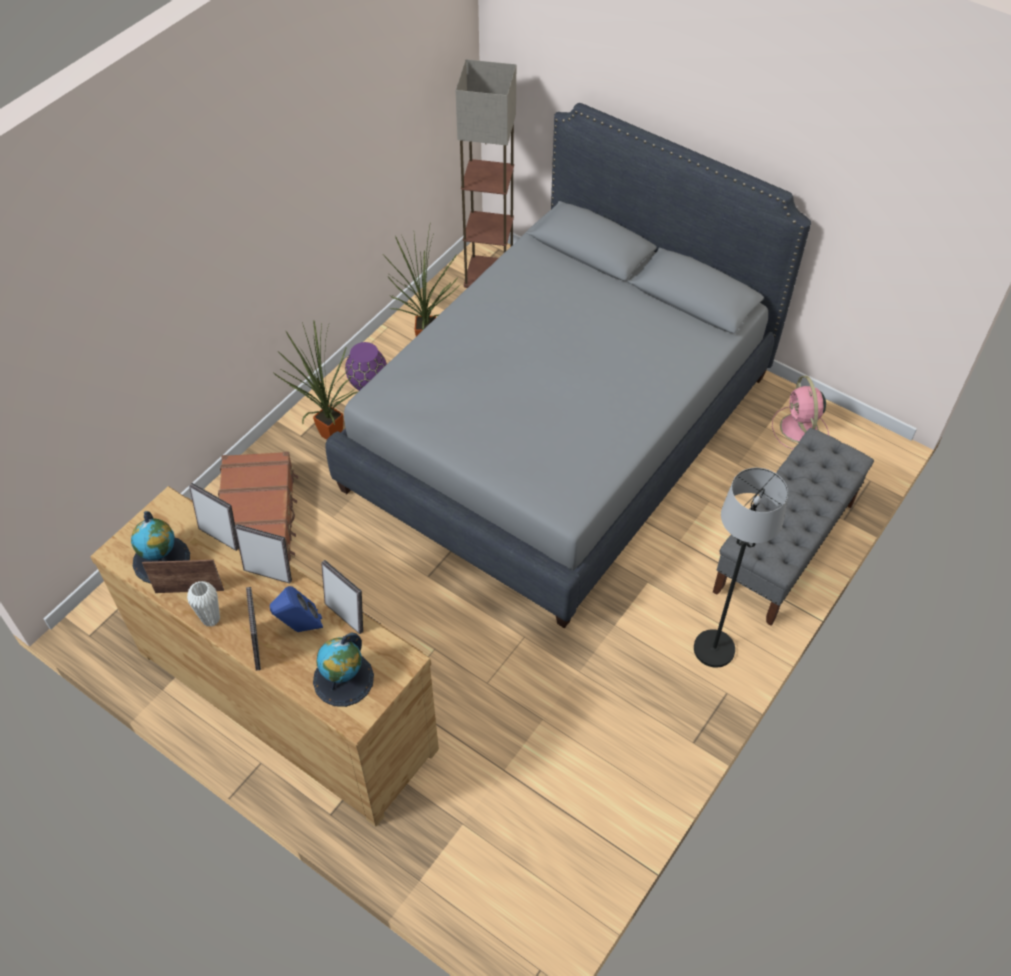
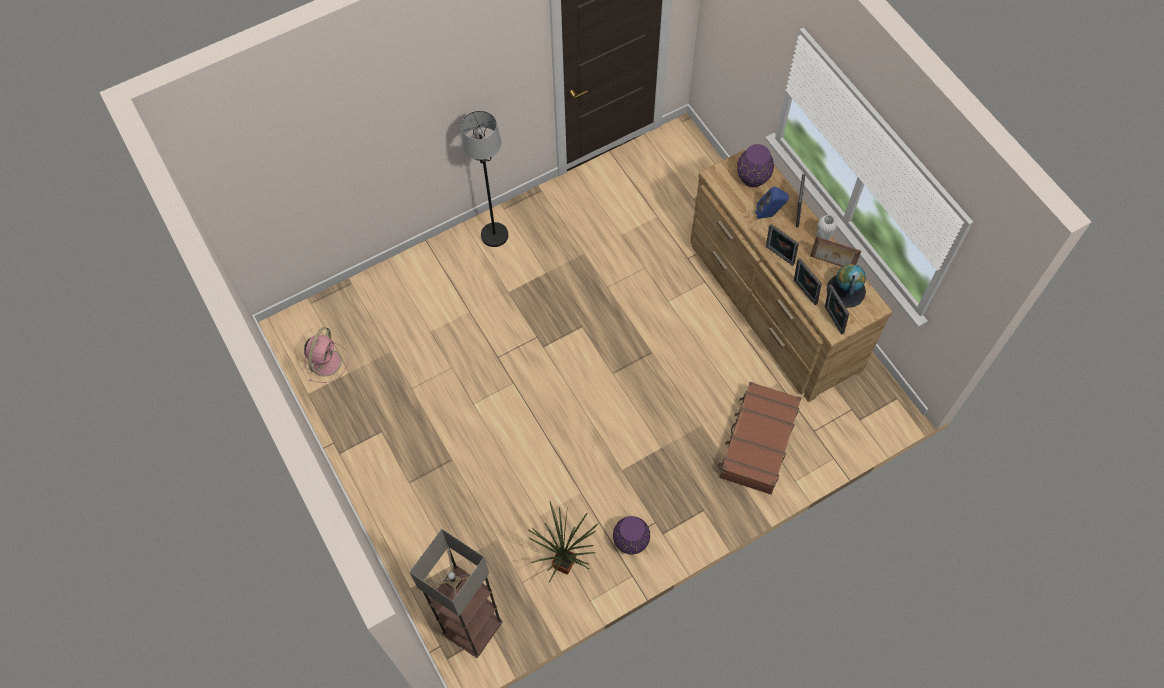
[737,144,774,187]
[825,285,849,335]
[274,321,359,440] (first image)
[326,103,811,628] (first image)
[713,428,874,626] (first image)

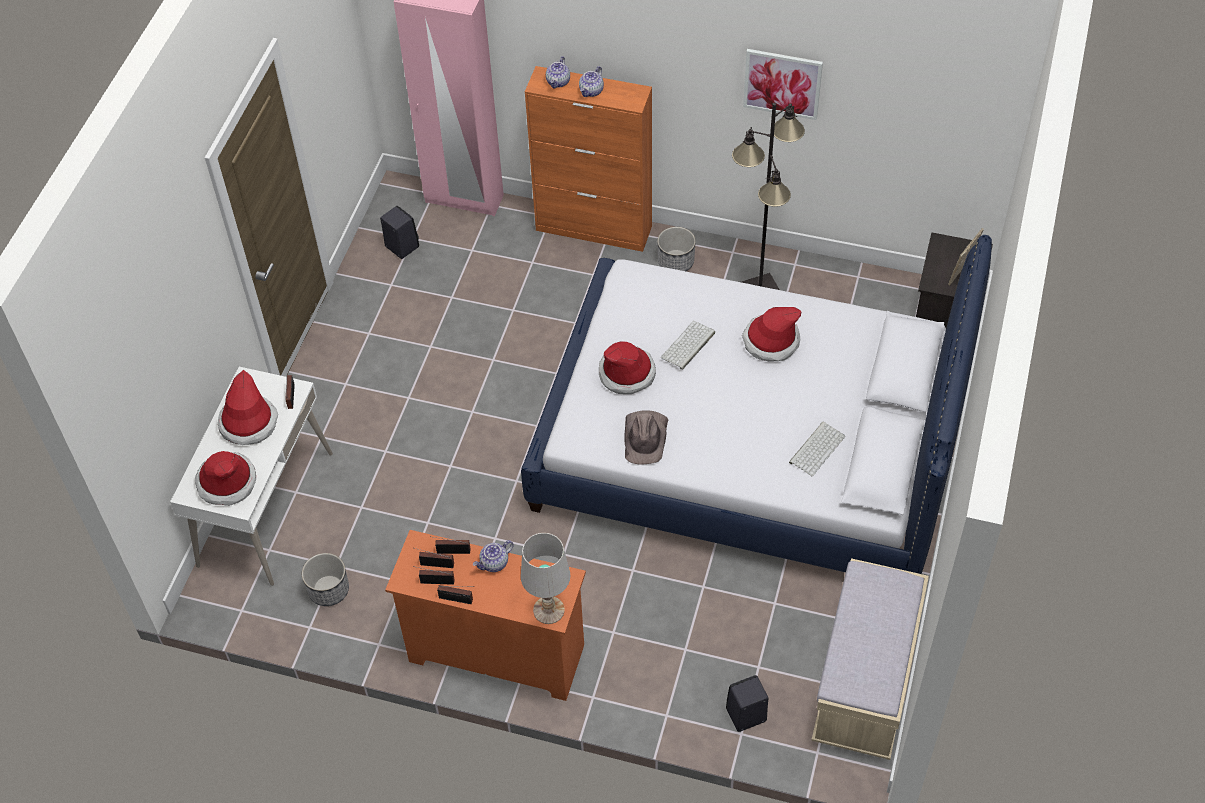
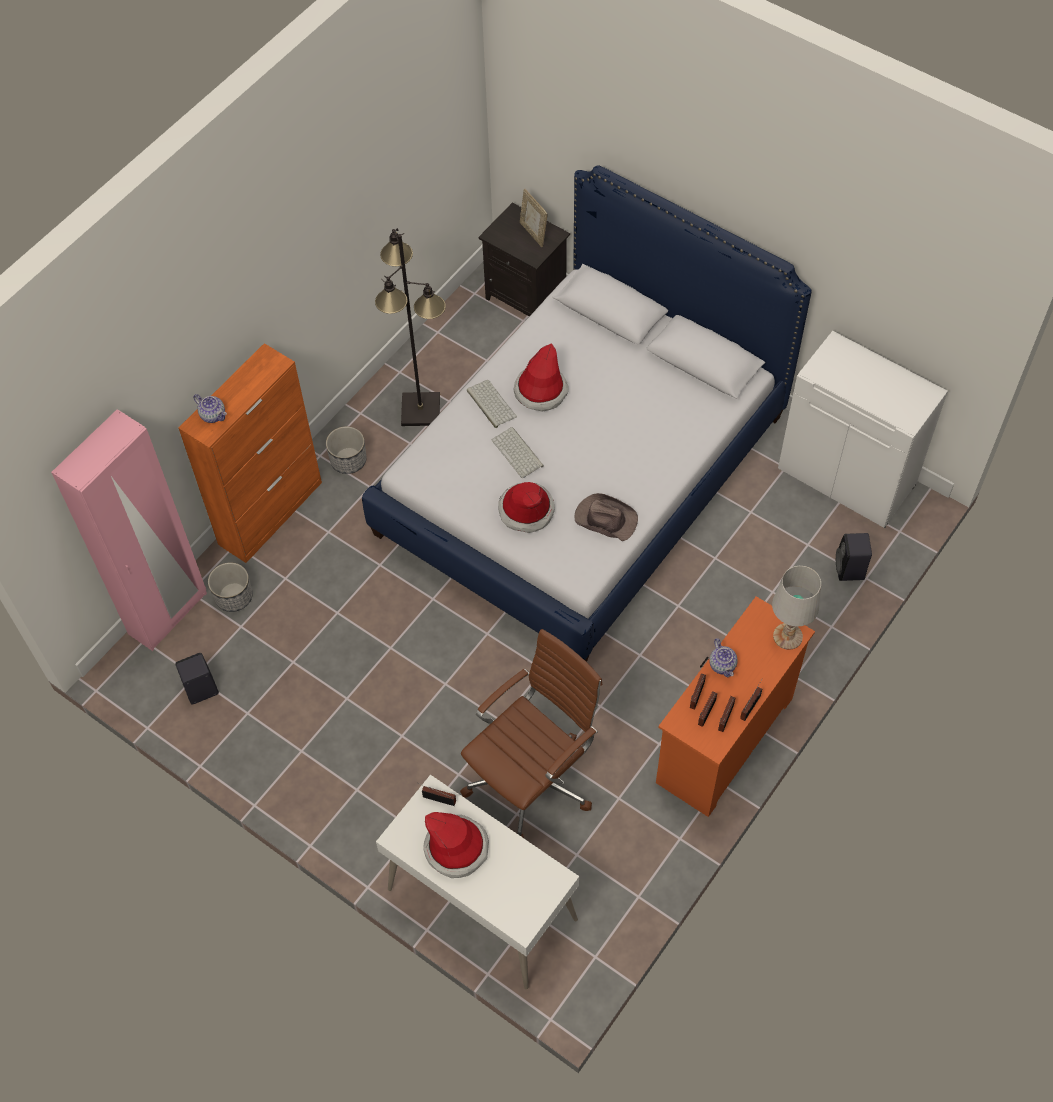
[208,562,253,612]
[460,629,603,838]
[467,380,517,428]
[778,331,948,528]
[195,451,256,506] (first image)
[579,66,604,97] (first image)
[743,49,823,120] (first image)

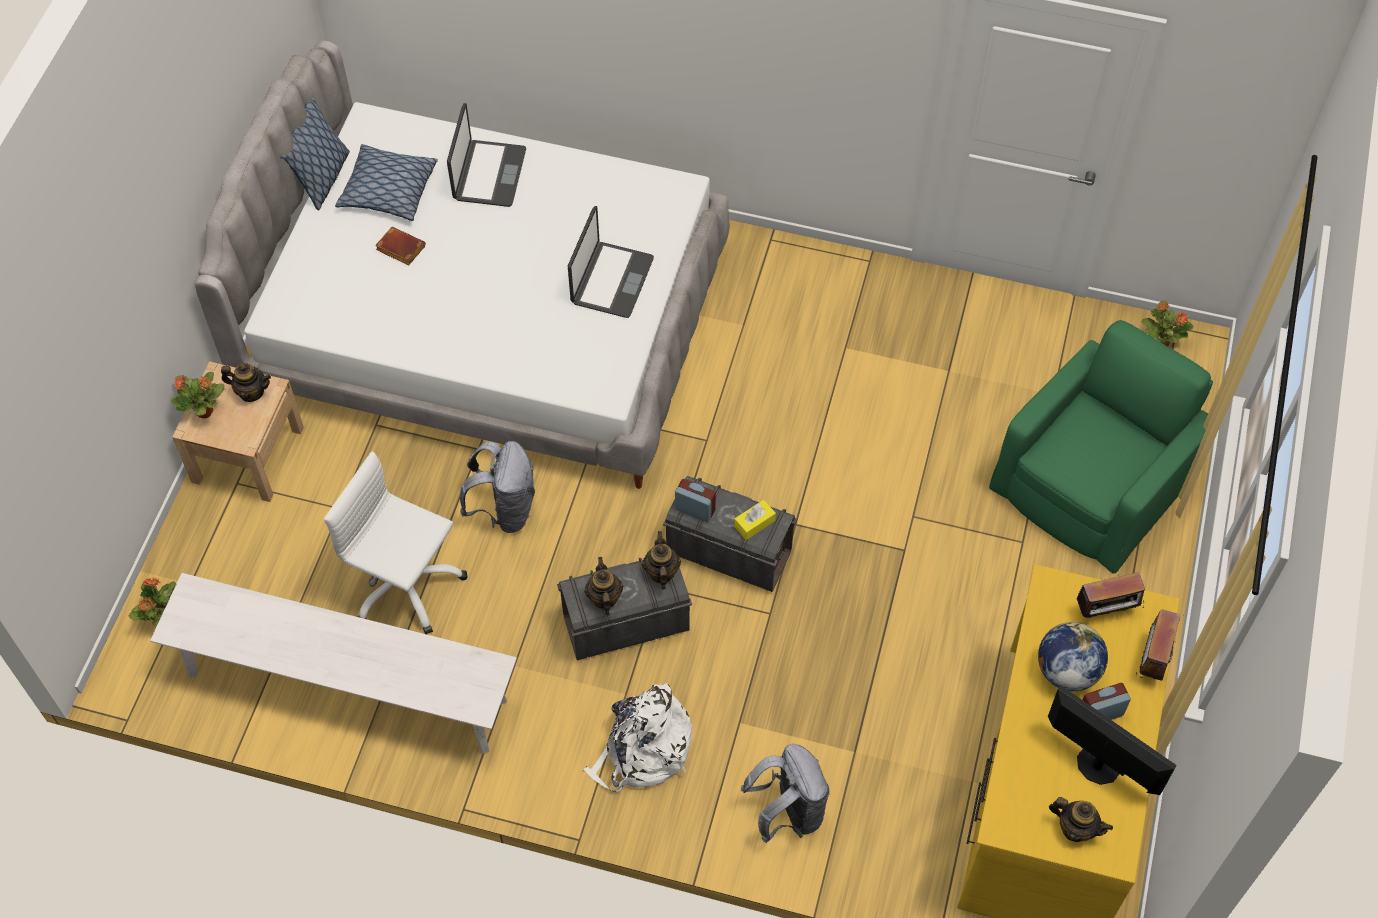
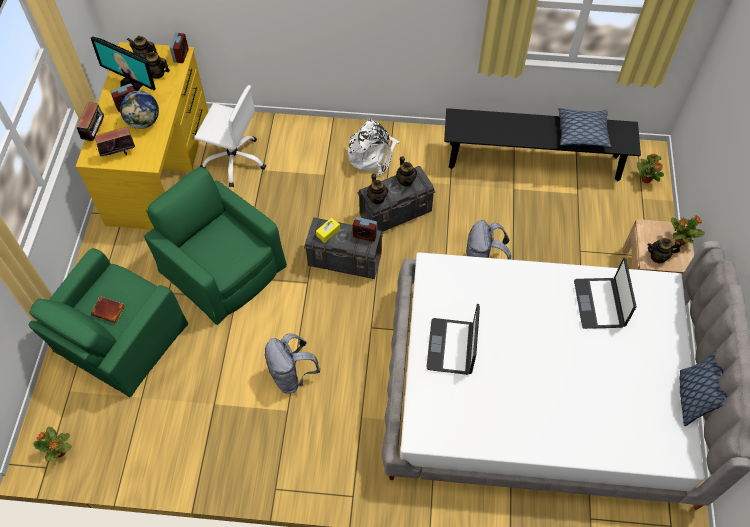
[91,296,125,323]
[139,51,170,79]
[144,167,287,325]
[170,33,189,63]
[194,85,266,187]
[265,333,320,394]
[444,108,641,181]
[558,108,611,148]
[574,258,636,329]

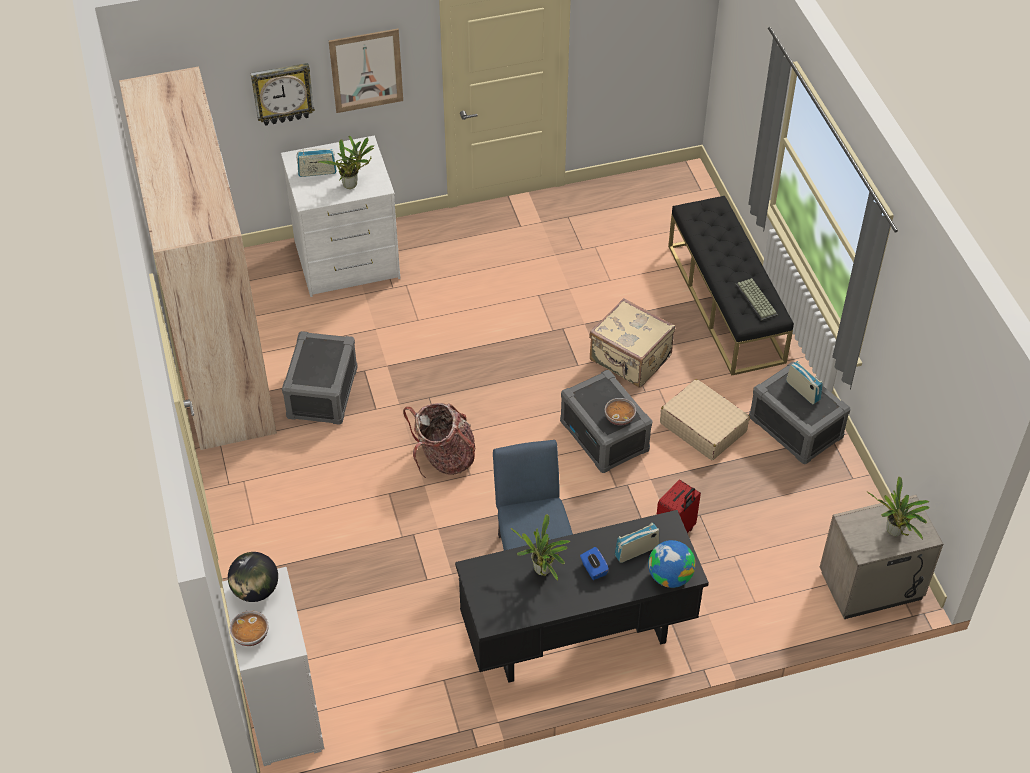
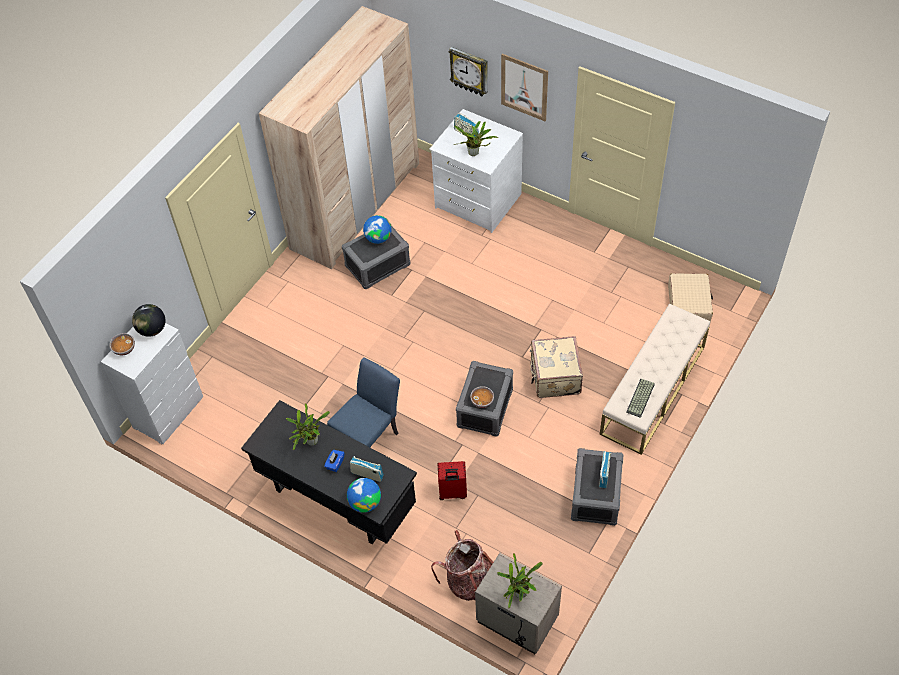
[363,215,391,244]
[431,530,494,601]
[600,304,710,455]
[668,273,713,322]

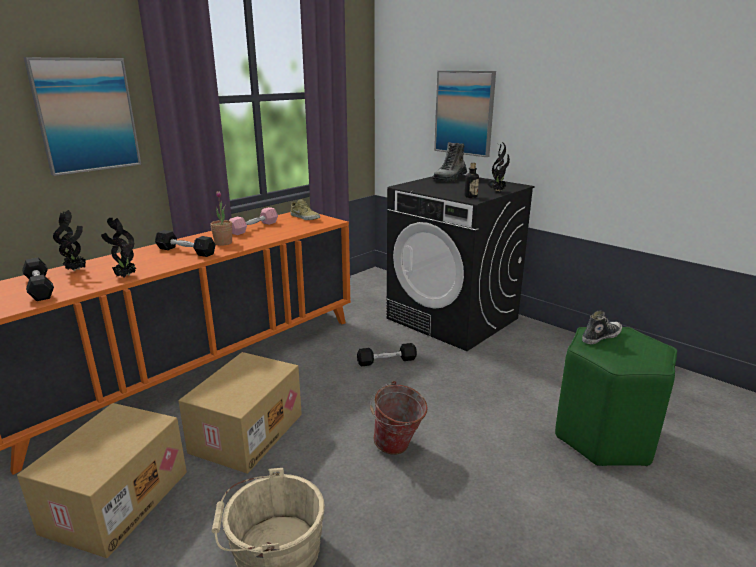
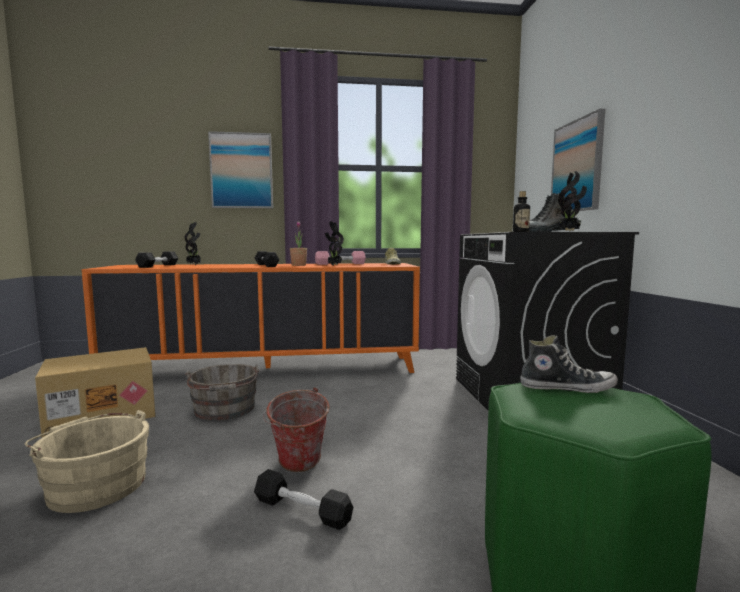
[185,364,259,421]
[254,469,353,530]
[325,221,344,265]

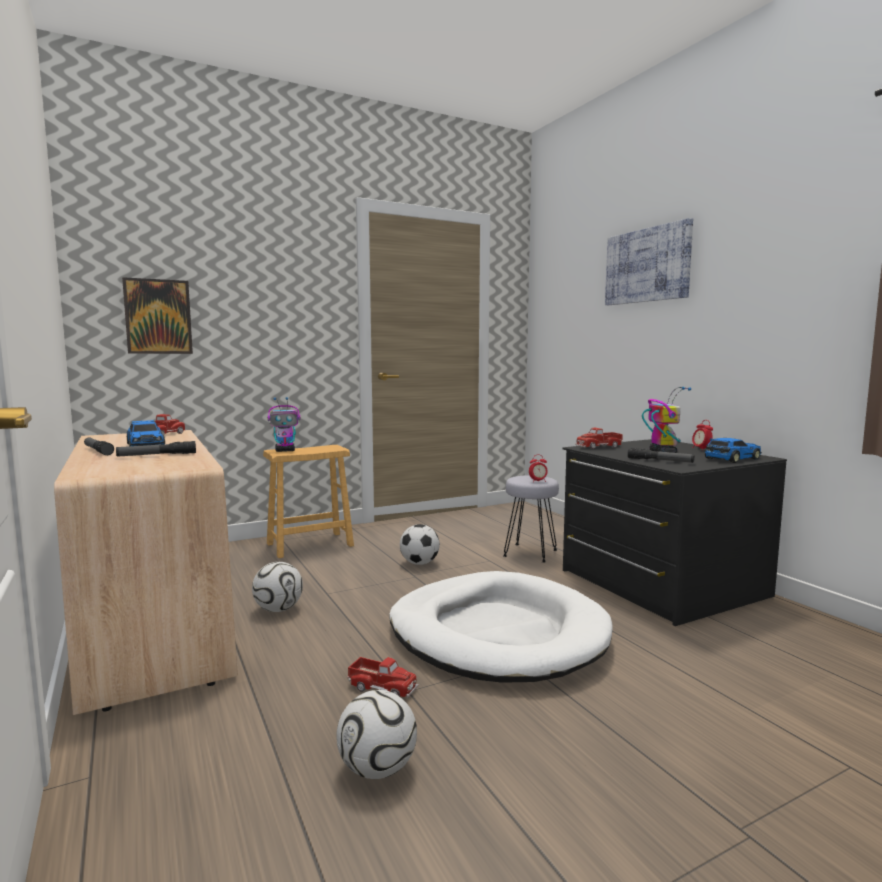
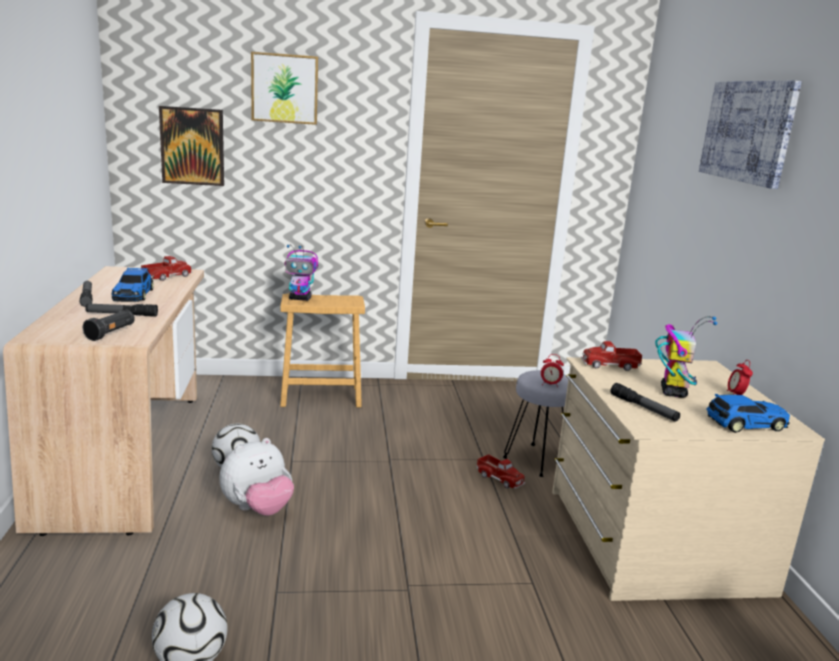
[82,310,135,341]
[219,438,294,516]
[251,52,318,125]
[476,454,526,489]
[552,357,825,601]
[389,571,613,683] (first image)
[400,524,440,565] (first image)

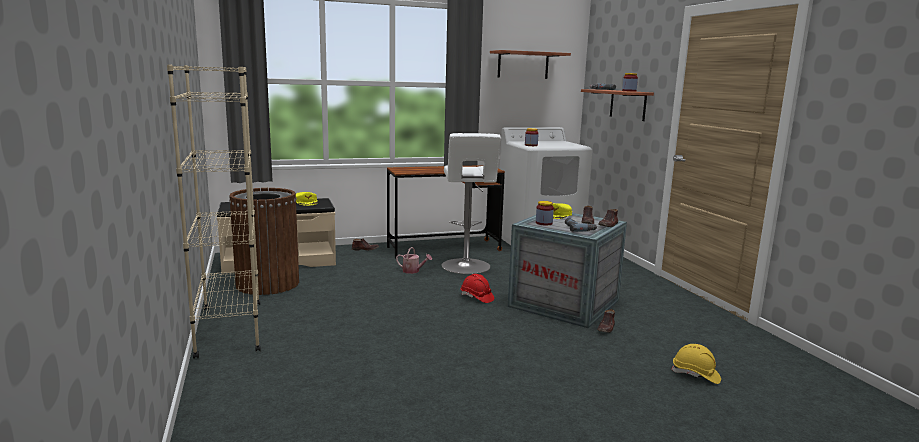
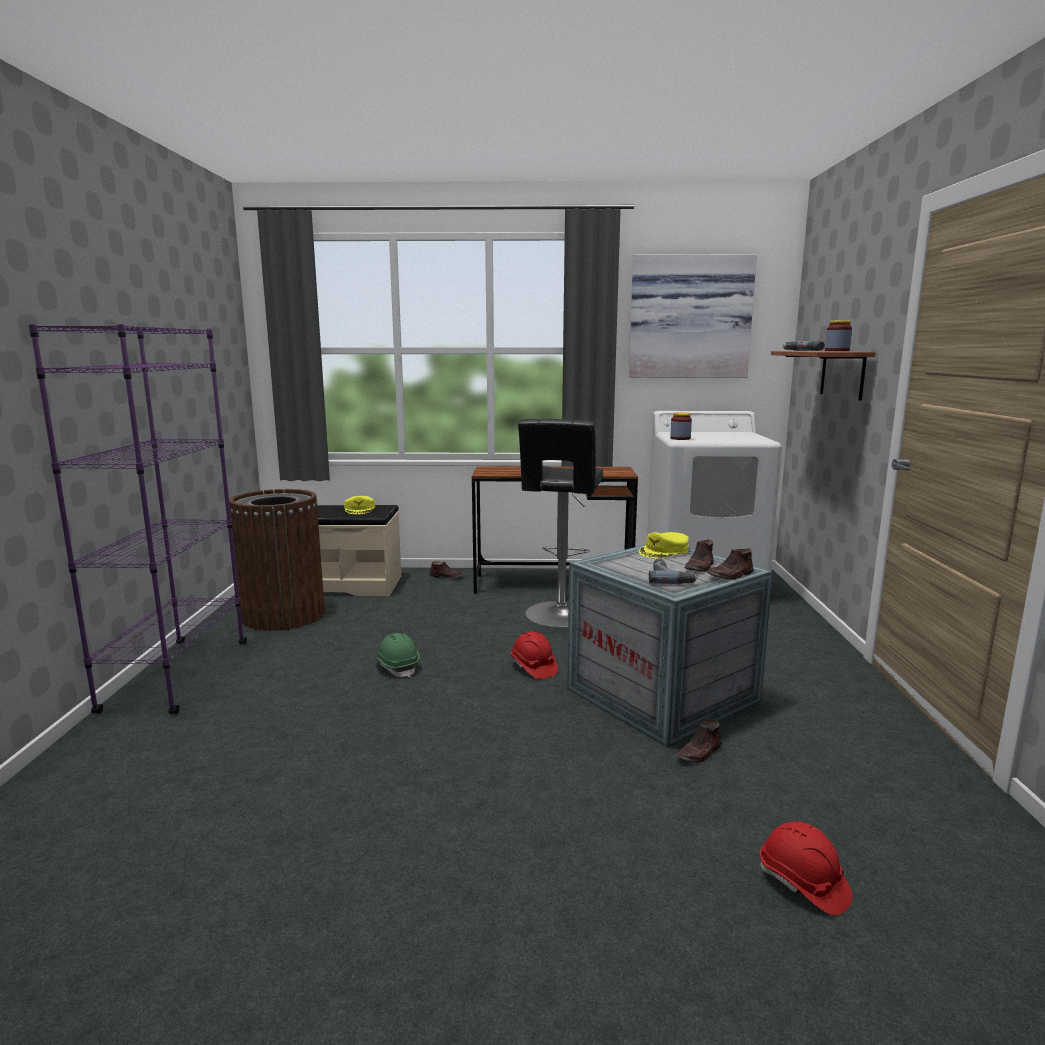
[28,324,247,714]
[375,633,420,678]
[518,419,603,628]
[629,254,757,378]
[760,821,853,916]
[396,247,432,274] (first image)
[536,201,554,226] (first image)

